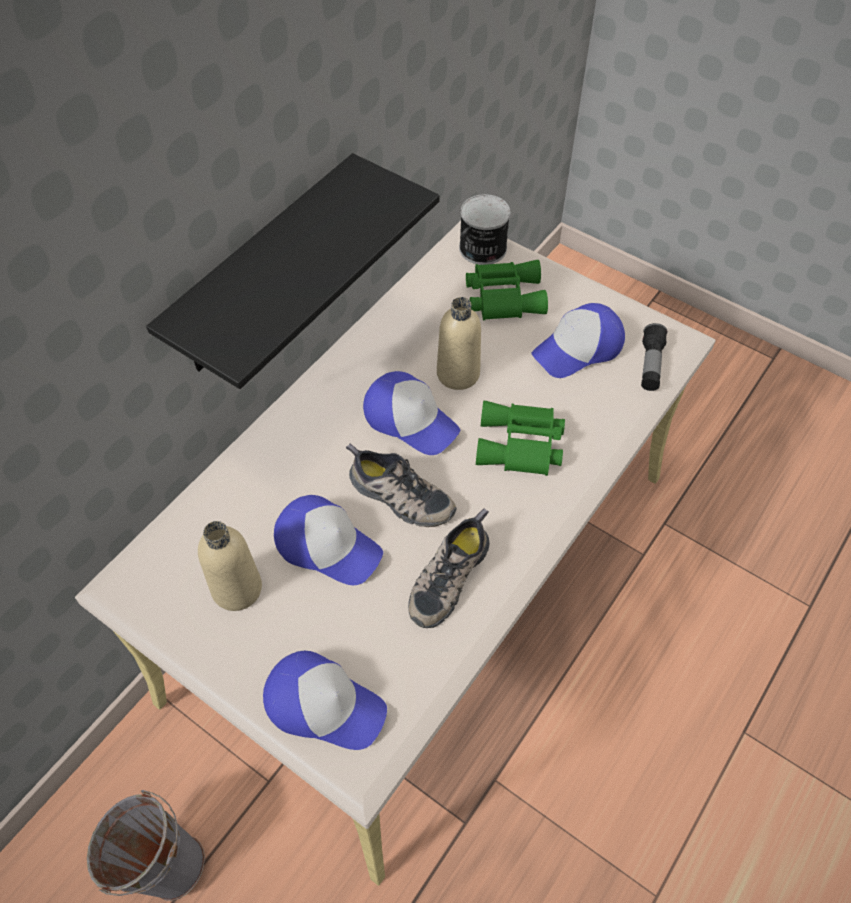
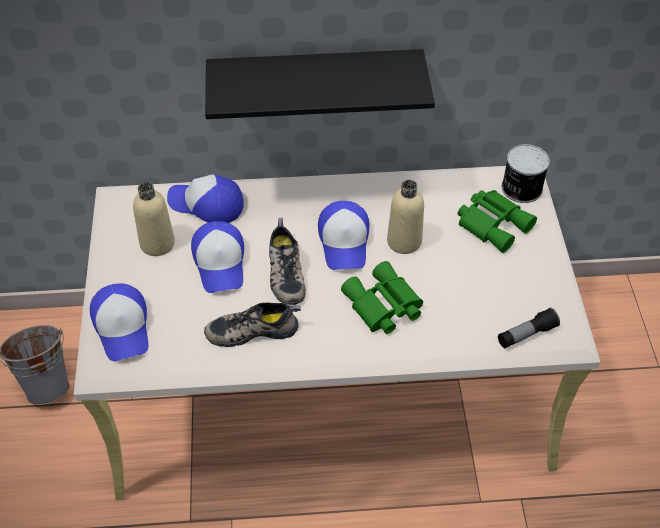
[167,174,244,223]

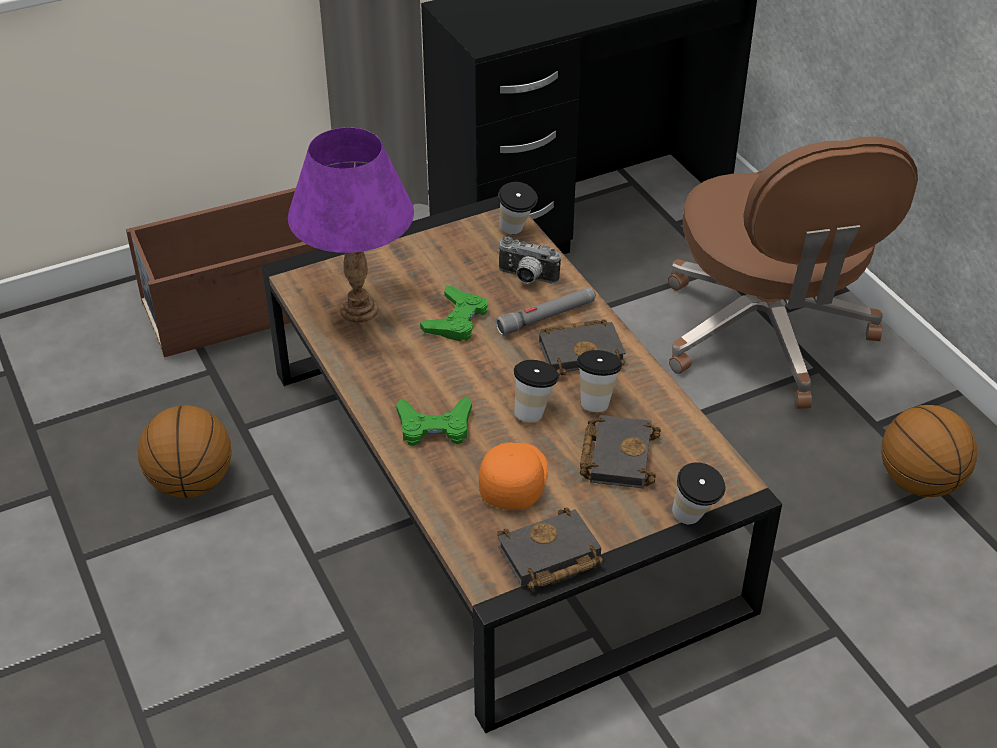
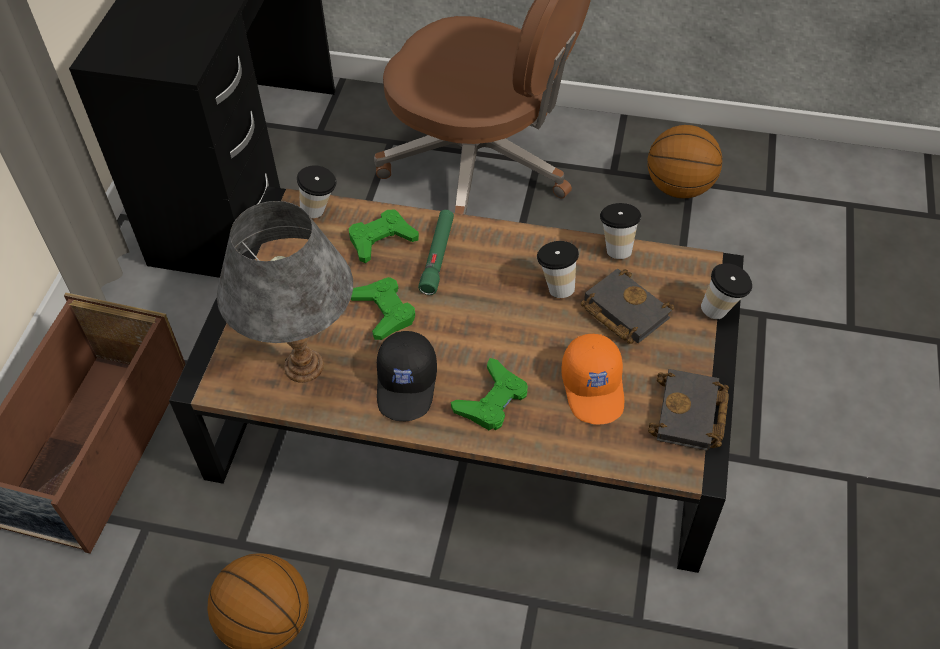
[217,201,353,383]
[349,209,419,263]
[377,331,437,421]
[418,210,454,295]
[561,334,624,425]
[600,203,641,259]
[539,320,626,376] (first image)

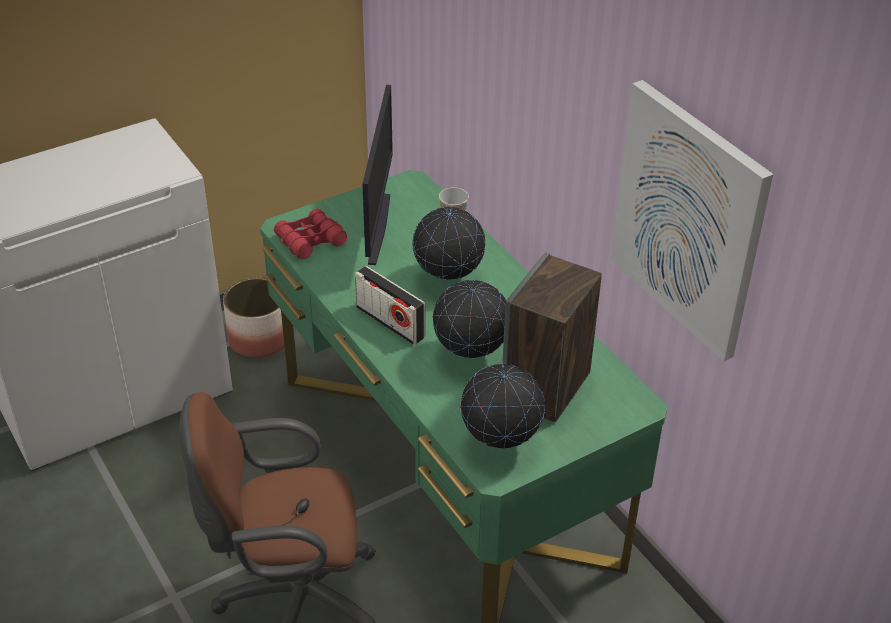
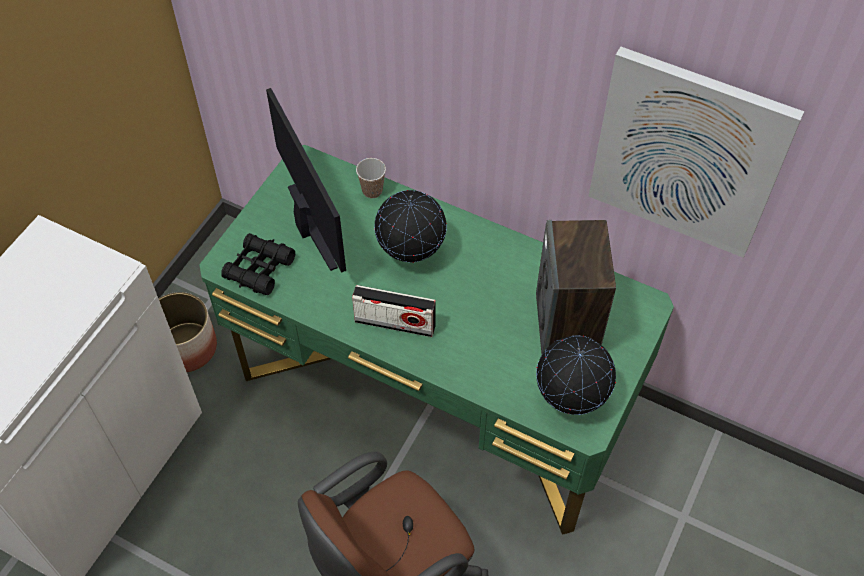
[221,233,295,295]
[432,279,506,359] (first image)

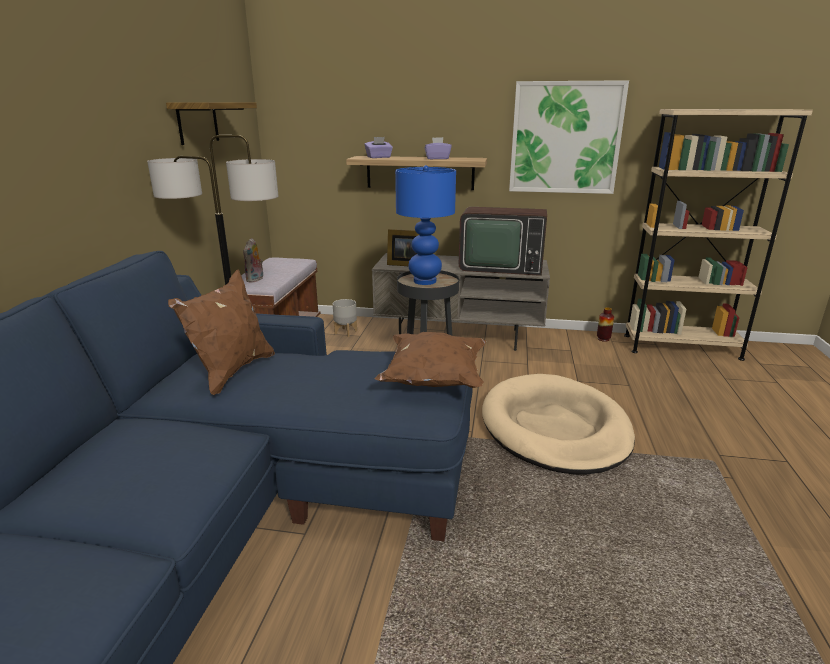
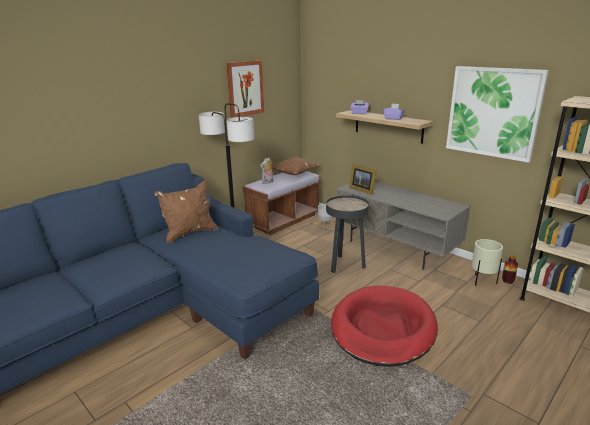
[226,61,264,118]
[271,157,320,175]
[331,286,438,367]
[471,239,503,285]
[395,165,456,285] (first image)
[459,207,547,276] (first image)

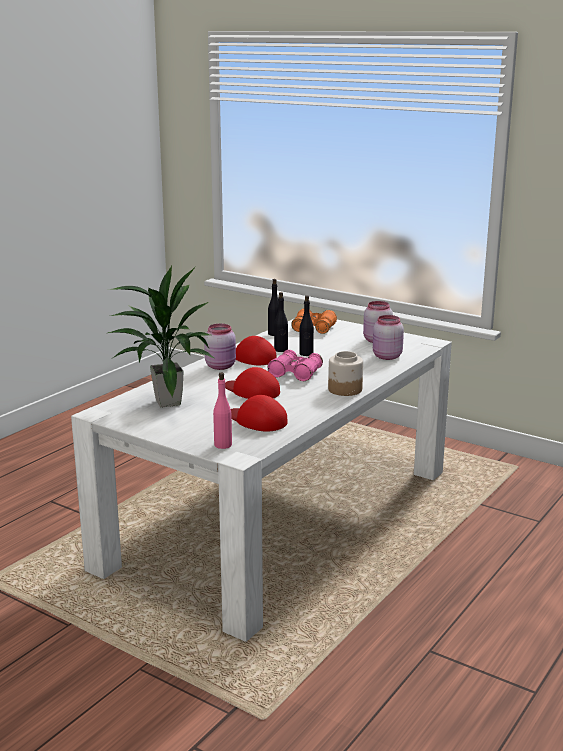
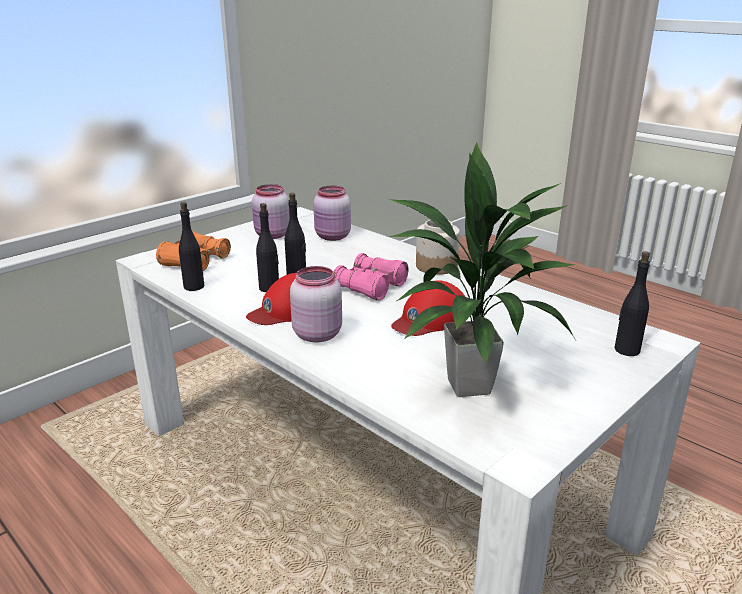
[614,251,650,356]
[231,395,288,432] (first image)

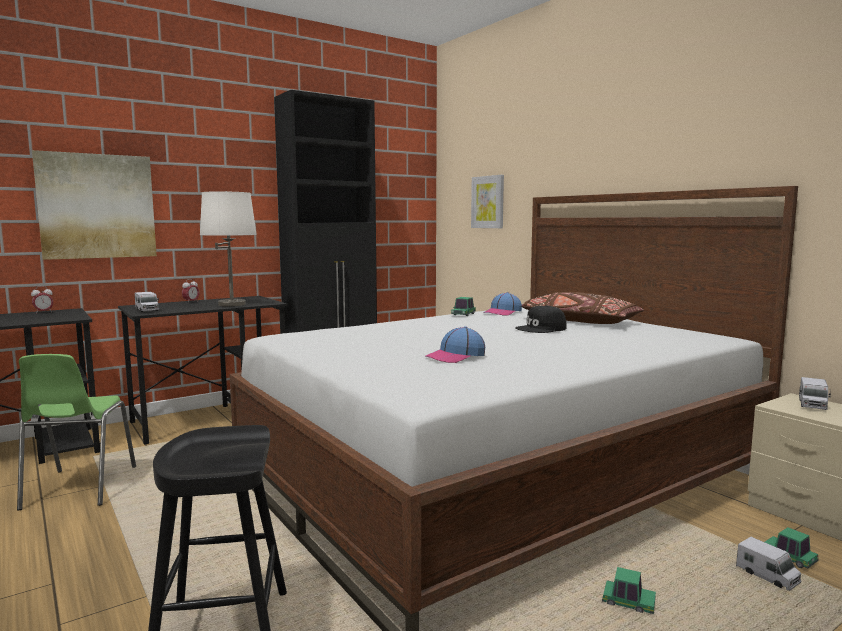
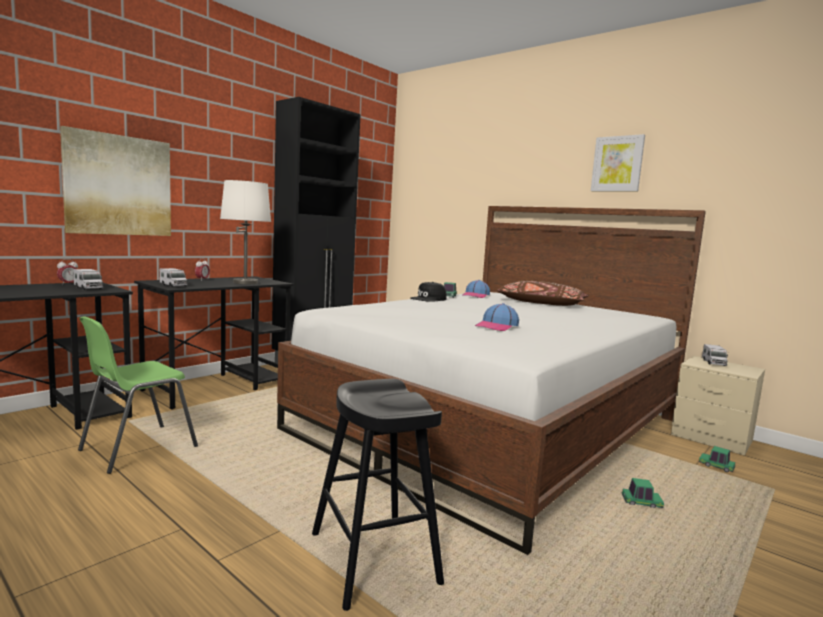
[74,269,103,290]
[78,317,198,474]
[410,282,447,302]
[591,134,645,191]

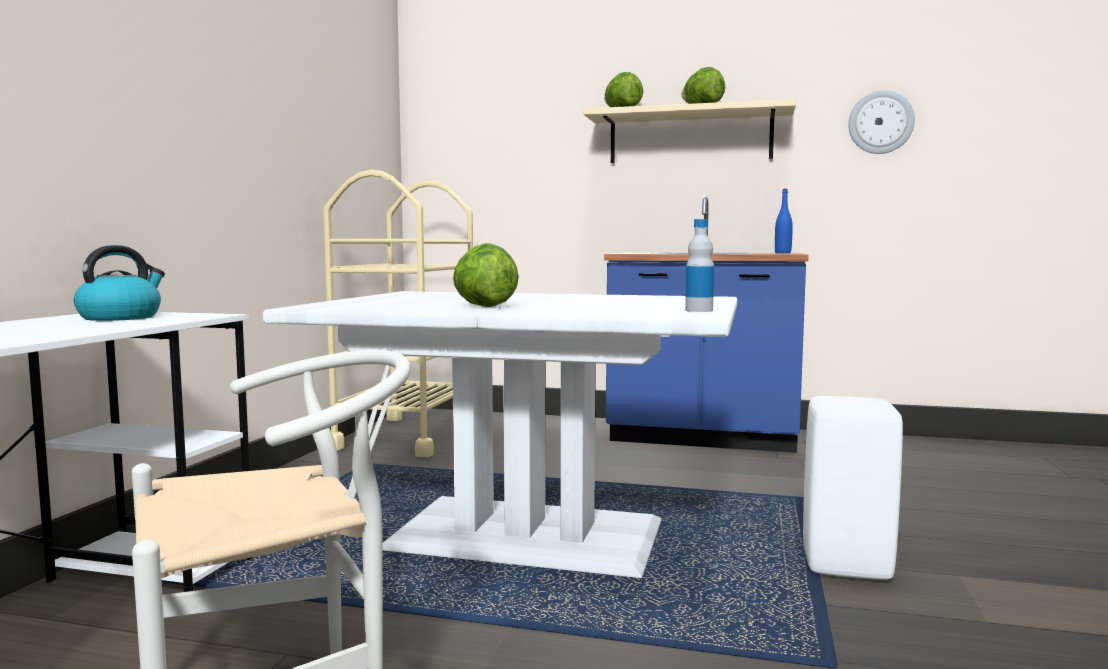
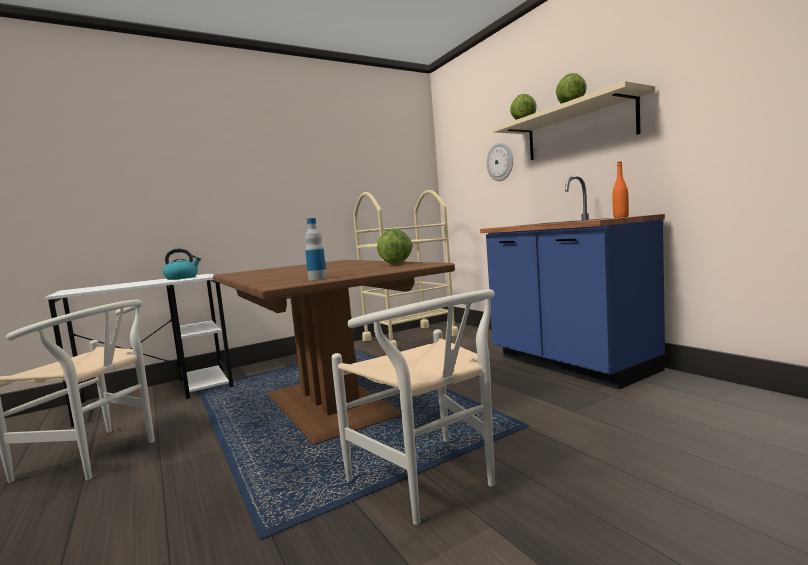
[213,260,455,445]
[331,289,495,525]
[377,228,412,265]
[487,143,513,181]
[612,161,629,218]

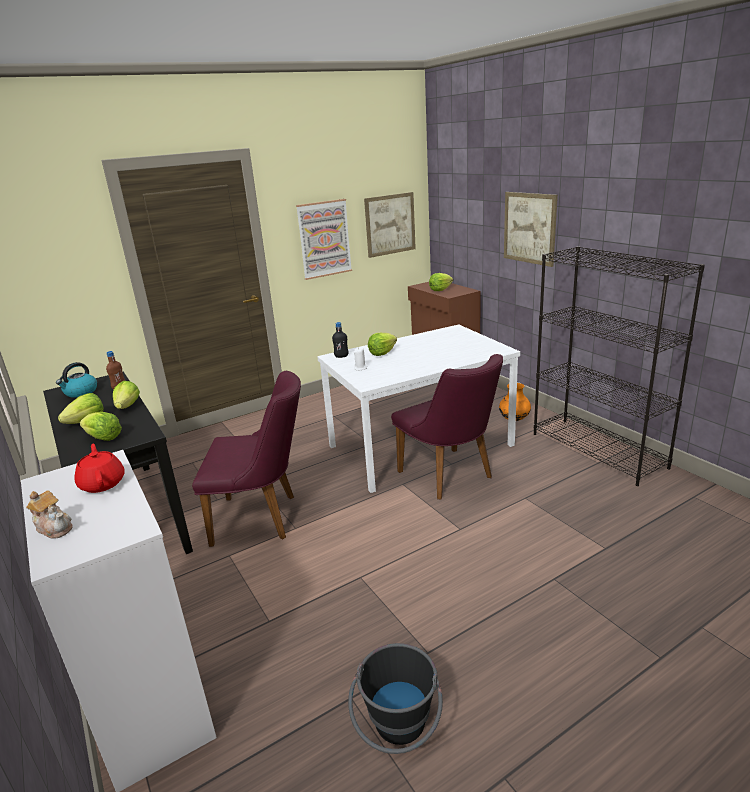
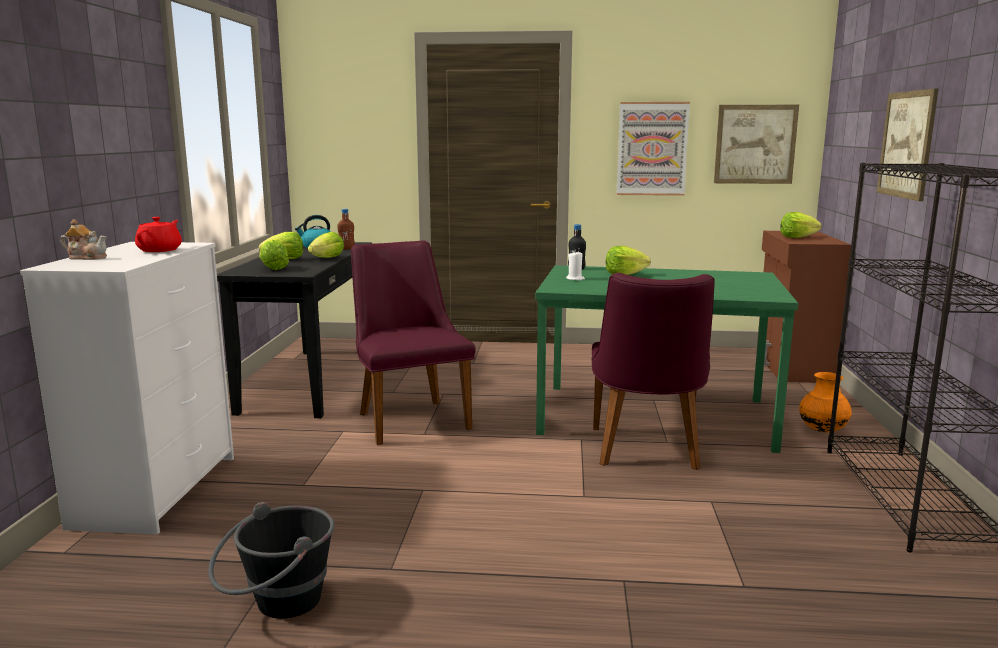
[60,219,107,260]
[351,240,476,445]
[535,265,798,453]

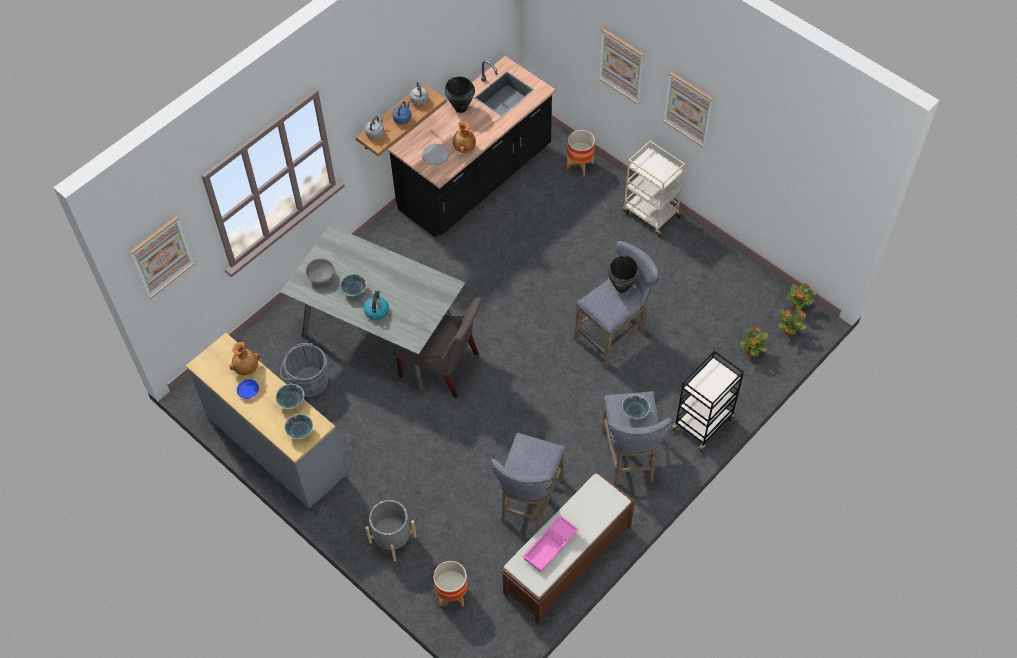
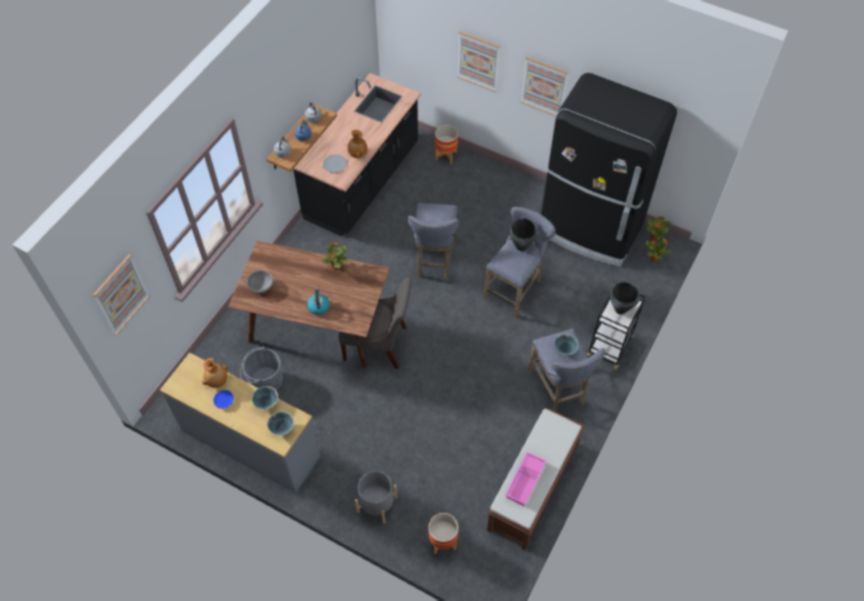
[228,241,389,368]
[322,243,347,270]
[408,203,459,280]
[541,73,677,266]
[609,282,640,315]
[340,274,367,296] (first image)
[623,141,685,237] (first image)

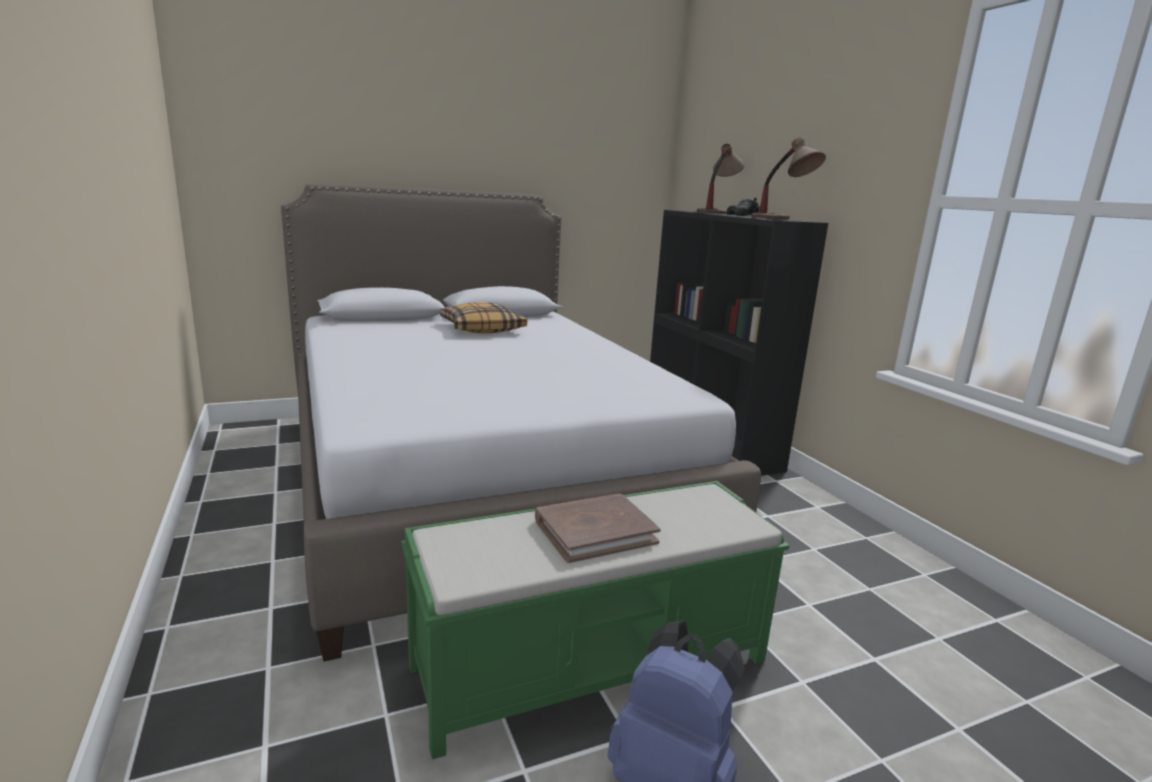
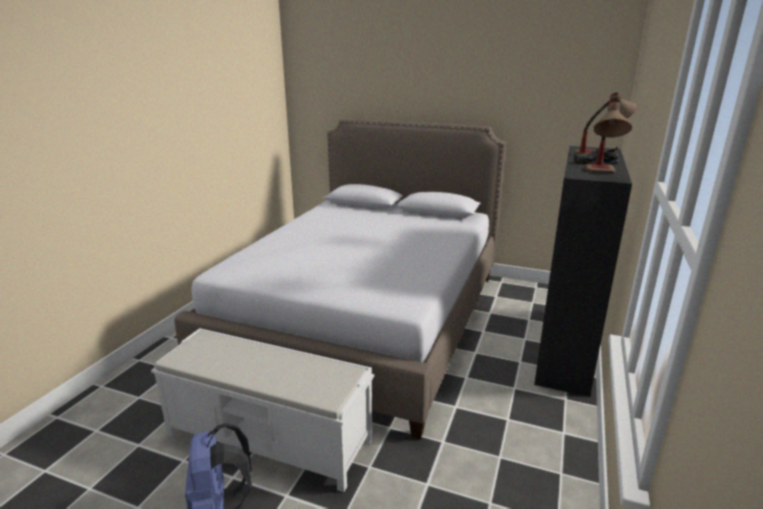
[151,328,374,492]
[440,302,527,333] (first image)
[535,493,661,563] (first image)

